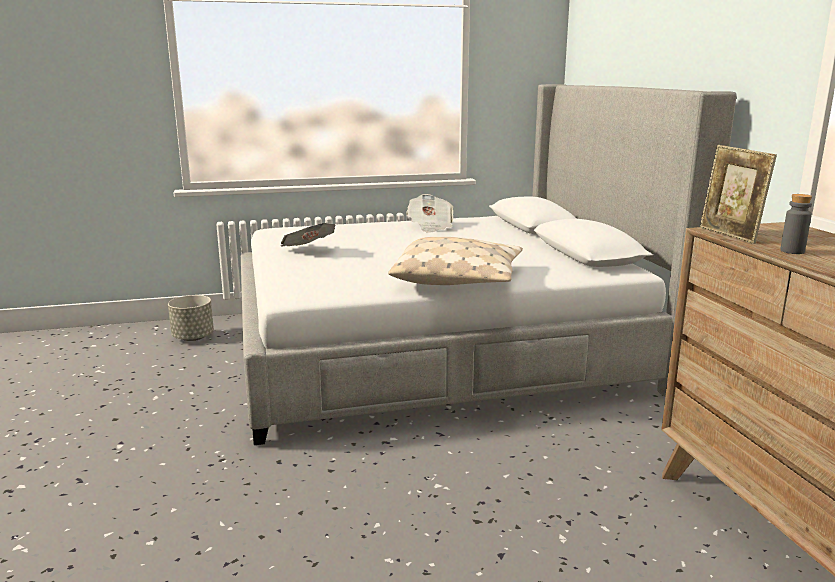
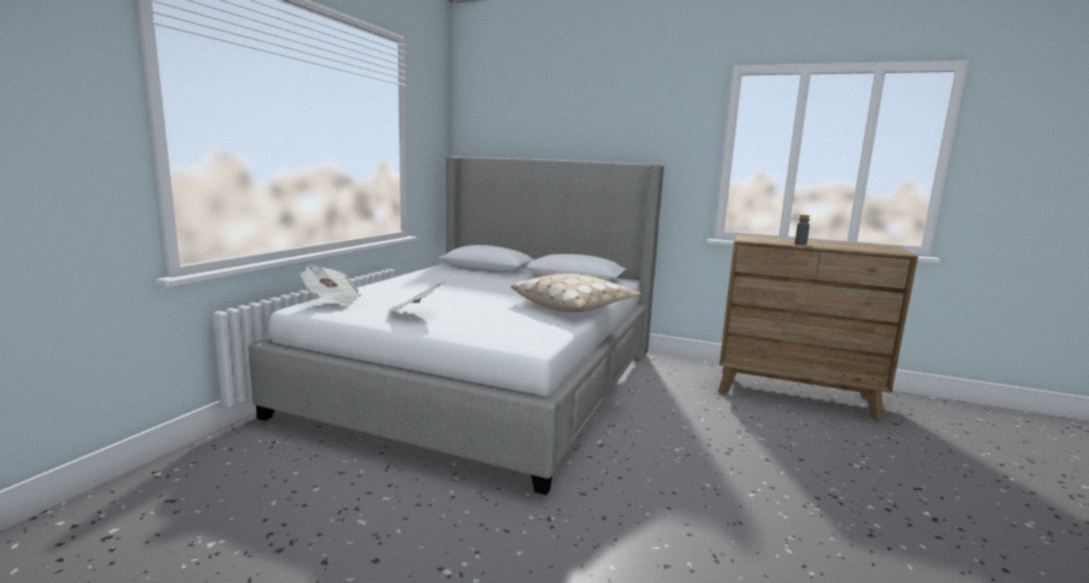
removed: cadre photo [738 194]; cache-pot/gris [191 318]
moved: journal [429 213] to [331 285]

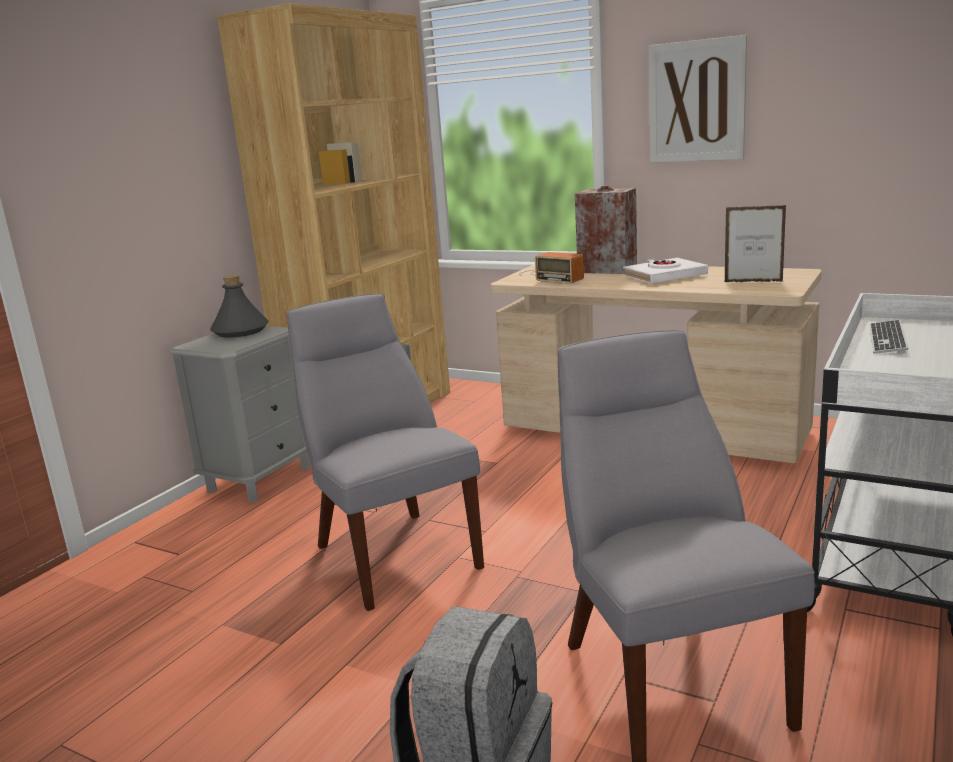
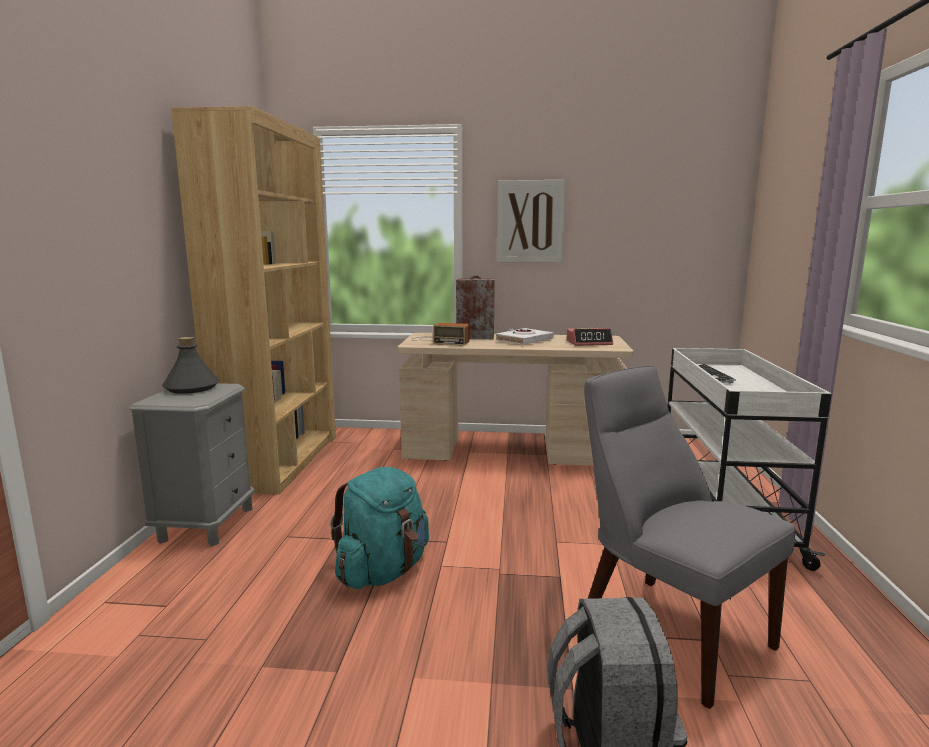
replaced: cadre photo [755 243] to réveil [590 337]; chaise/gris [385 452] to sac à dos/turquoise [379 528]

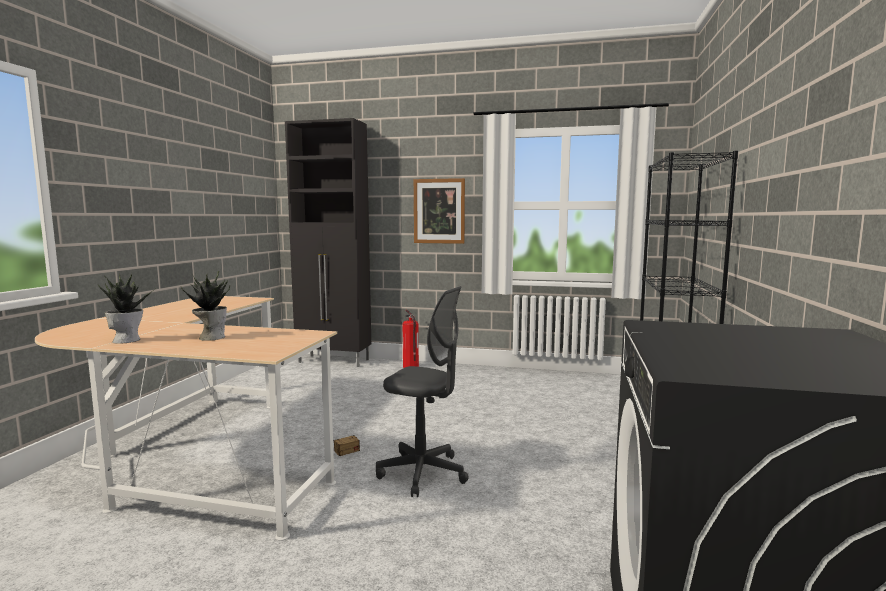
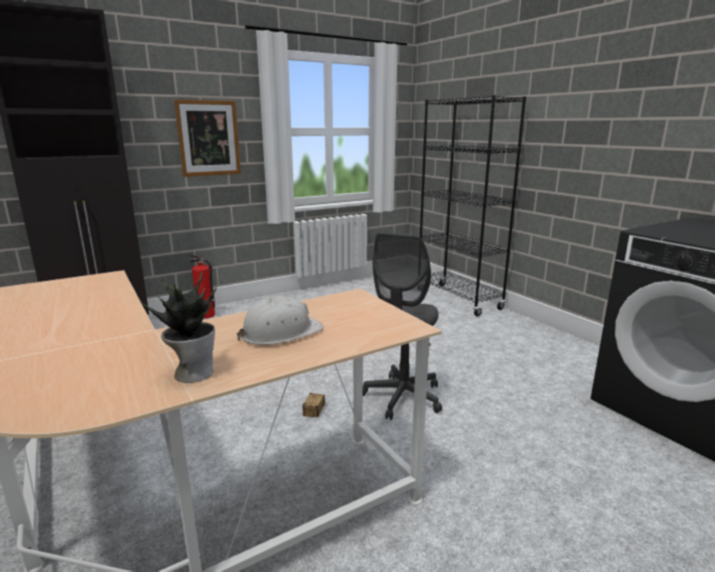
replaced: plante en pot [205 306] to casque de chantier/blanc [280 320]
turned: chaise de bureau/gris [422 391] = [402 326] 135 degrees clockwise

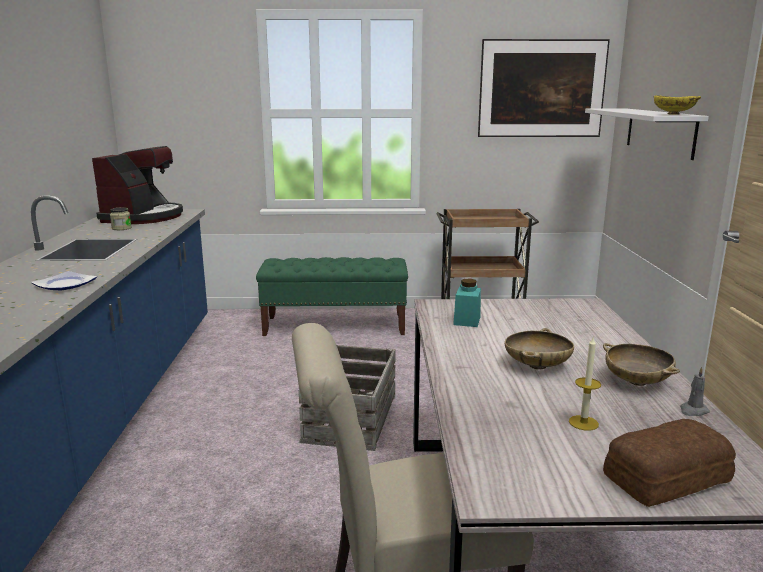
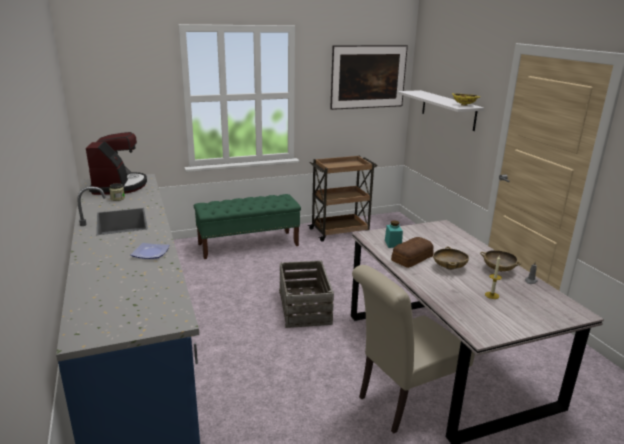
moved: pain [669 463] to [412 252]

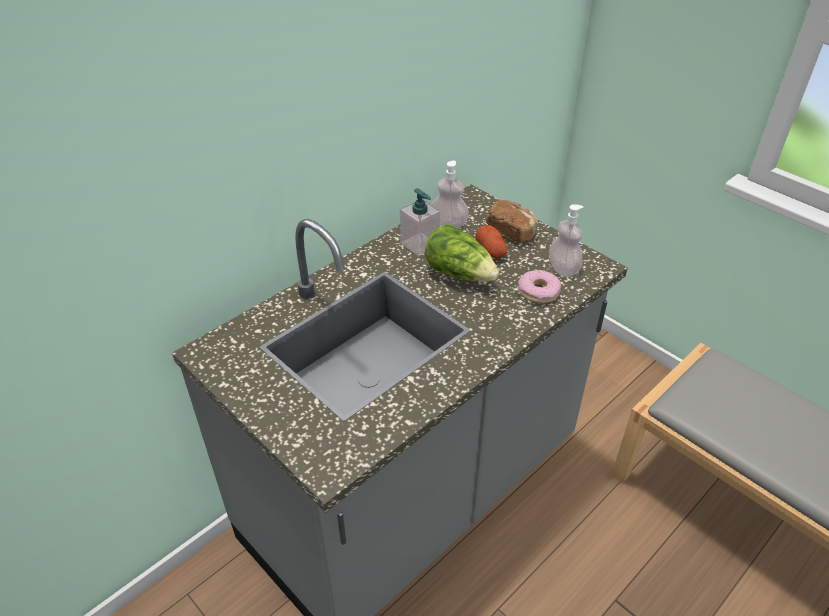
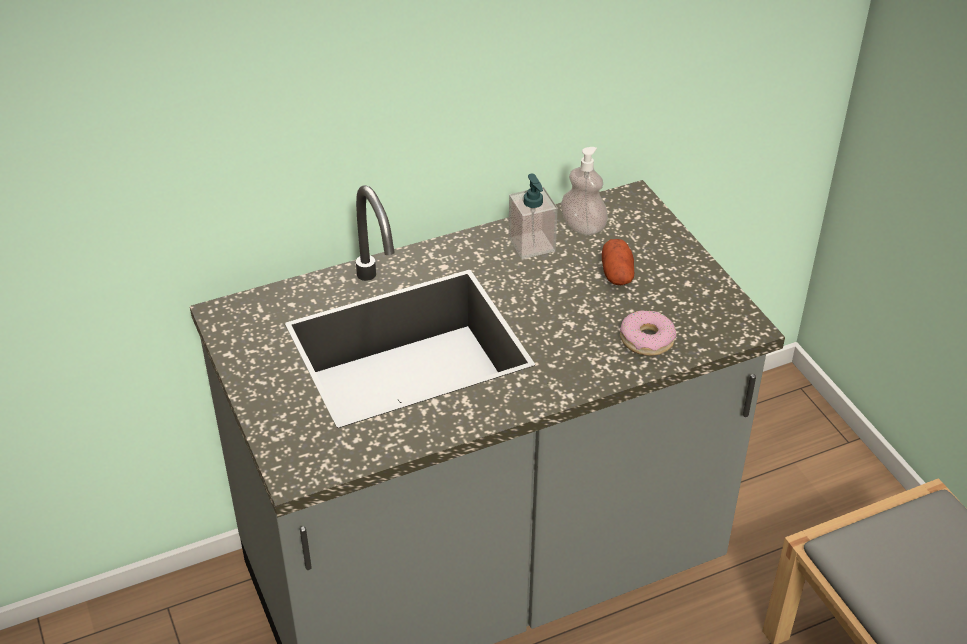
removed: pain [512 221]; distributeur de savon [566 240]; laitue [462 252]

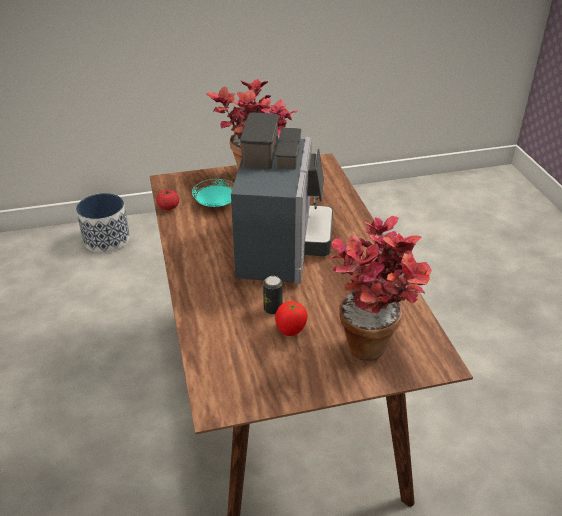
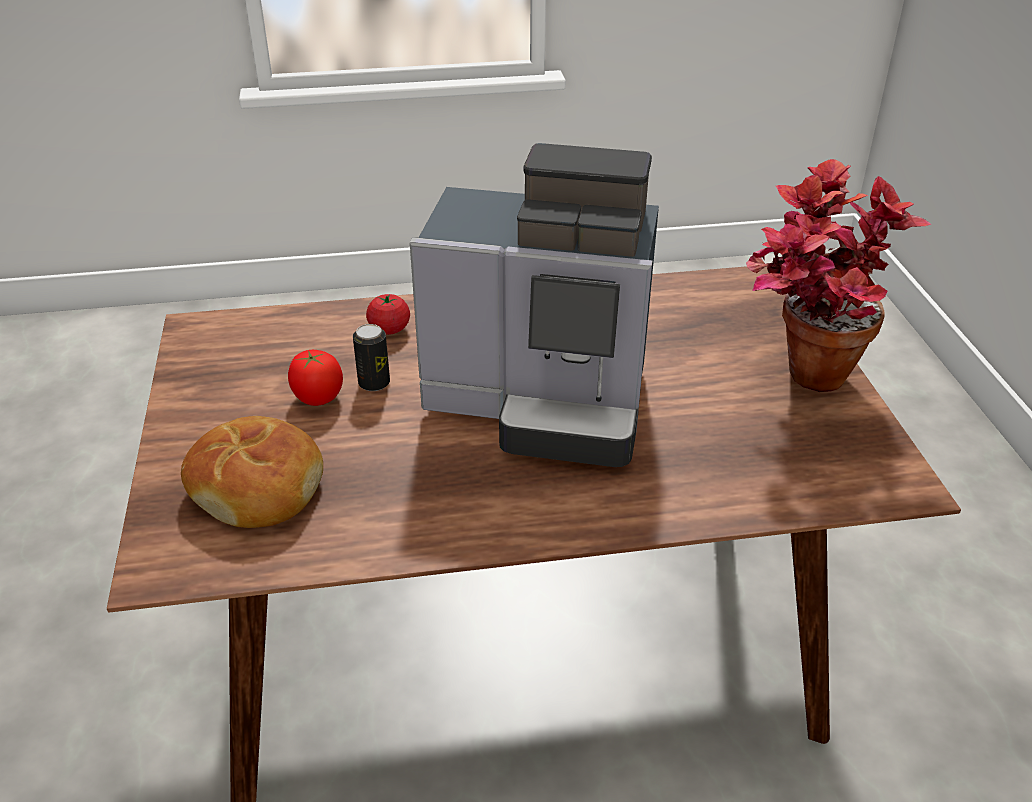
removed: assiette/turquoise [213 193]; cache-pot [103 223]
moved: tomate [167 199] to [388 314]
replaced: plante en pot [381 288] to pain [252 472]

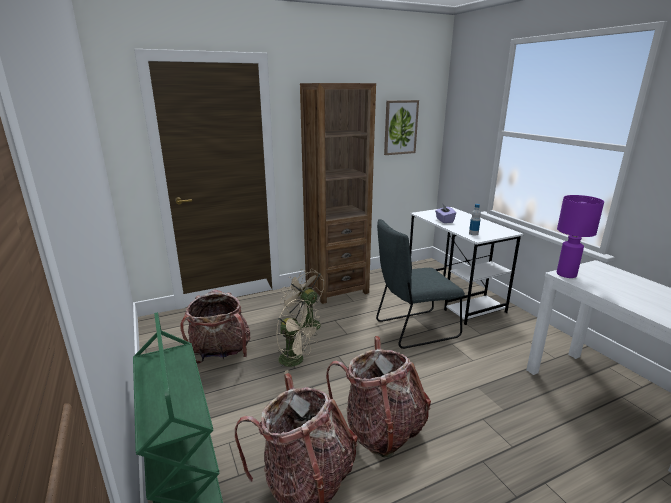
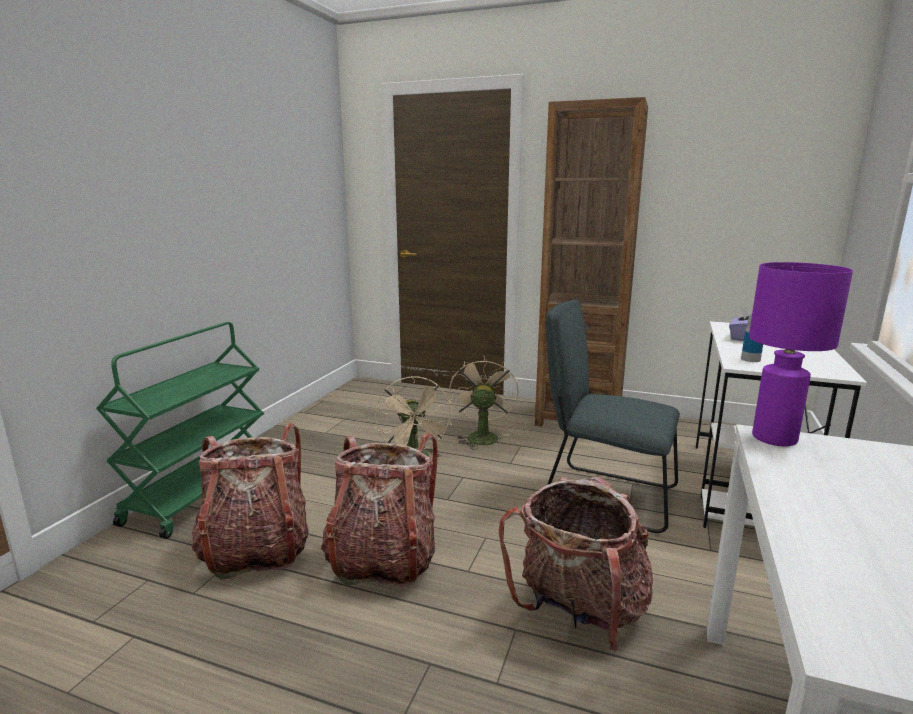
removed: tableau [401 127]
moved: sac à dos [215 326] to [576 565]

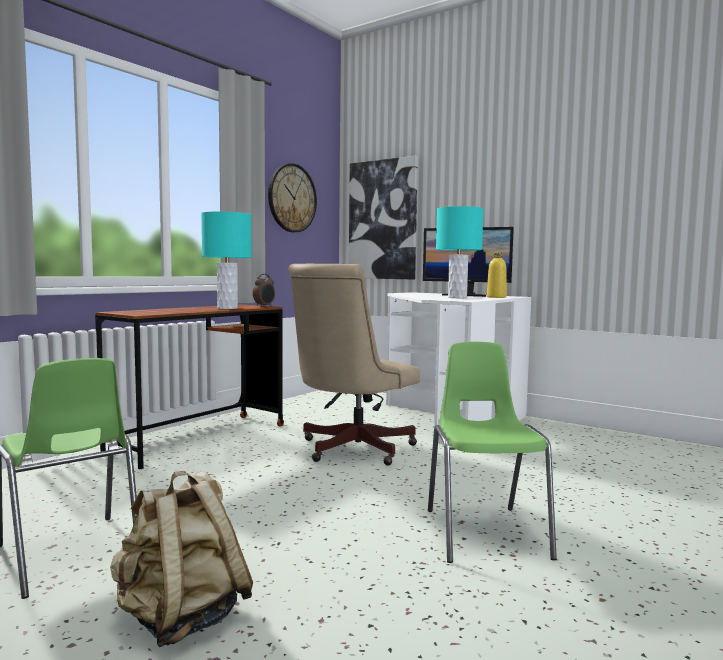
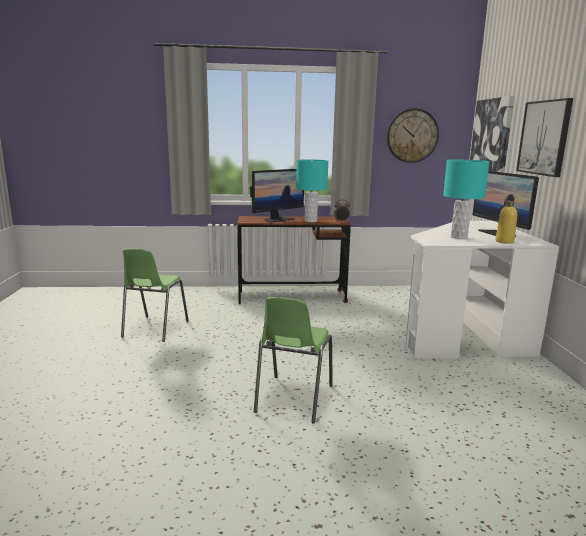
removed: chaise de bureau/beige [354 365]; sac à dos/beige [181 559]
added: tableau [544 137]; écran d'ordinateur [277 196]
turned: chaise/vert [492 452] = [293 360] 150 degrees clockwise

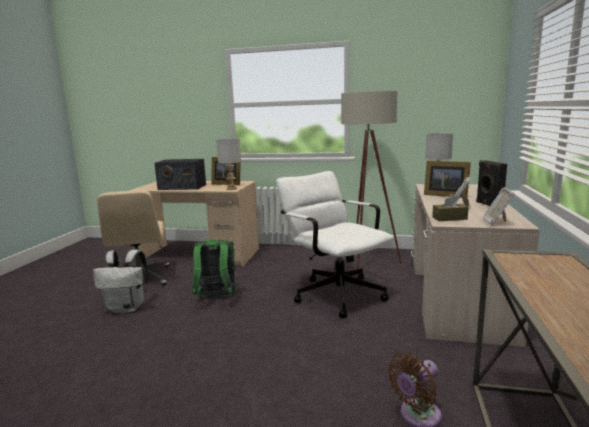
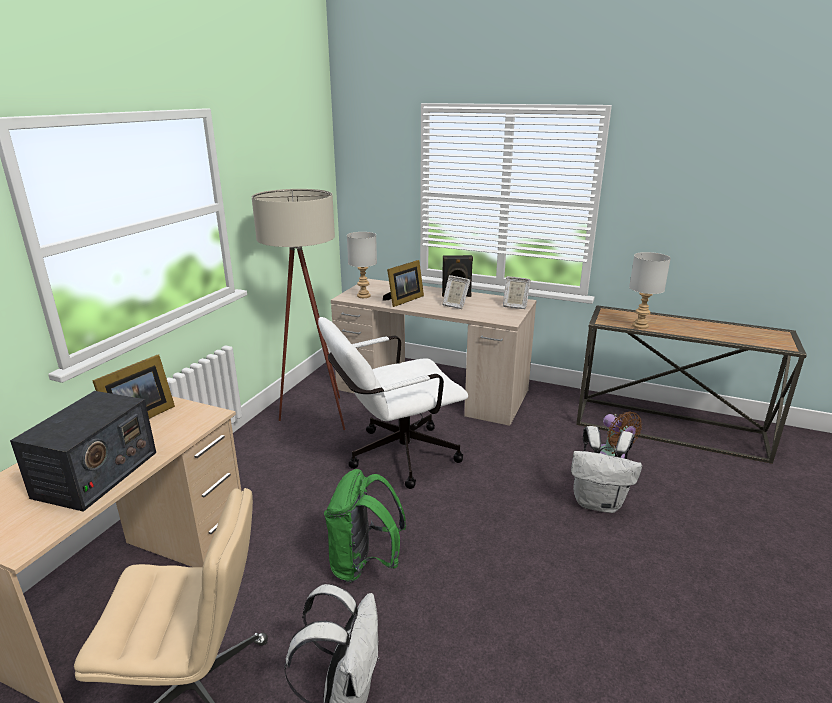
removed: boîte à mouchoirs/marron [450 207]
added: sac à dos/blanc [606 469]
moved: lampe de table/gris [228 164] to [650 290]

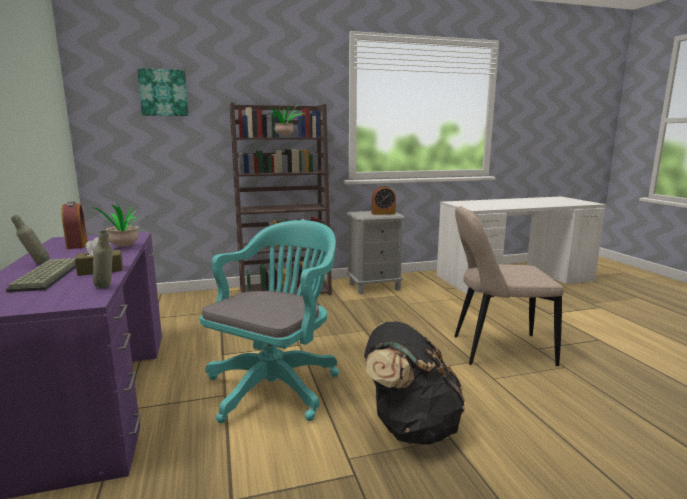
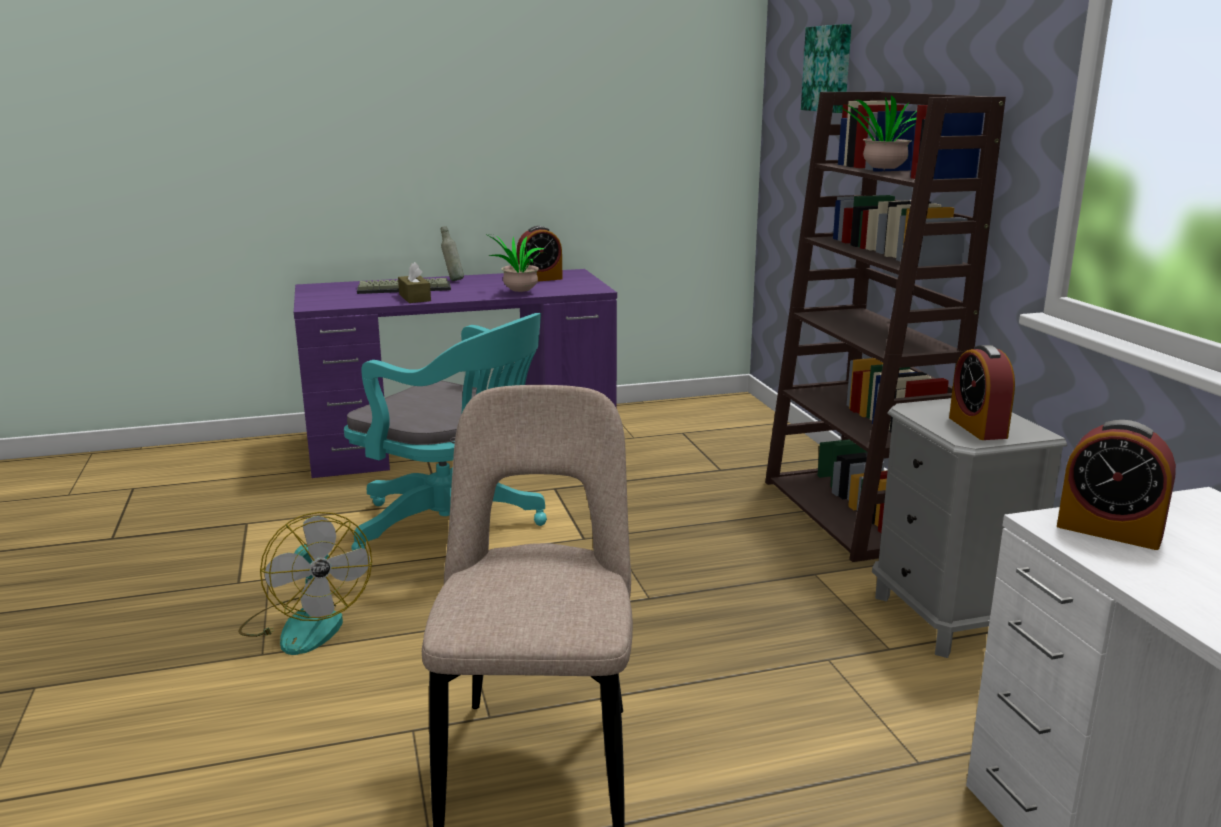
removed: bouteille/gris [103 259]
added: réveil [1116 485]
replaced: sac à dos/noir [414 383] to ventilateur [305 583]

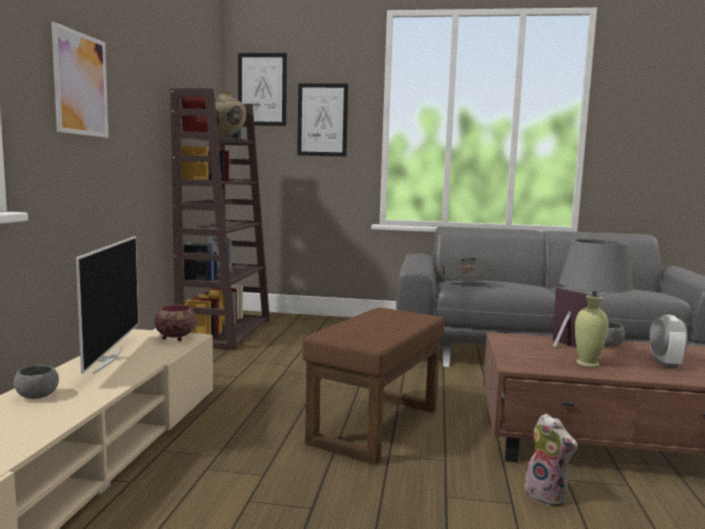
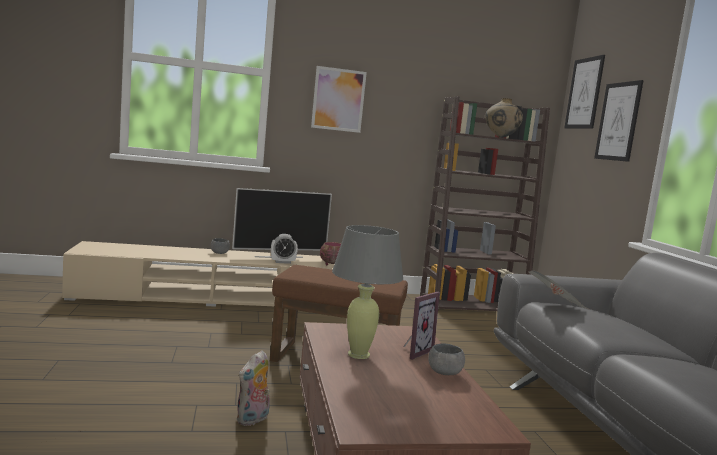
moved: réveil [669 341] to [284 249]

